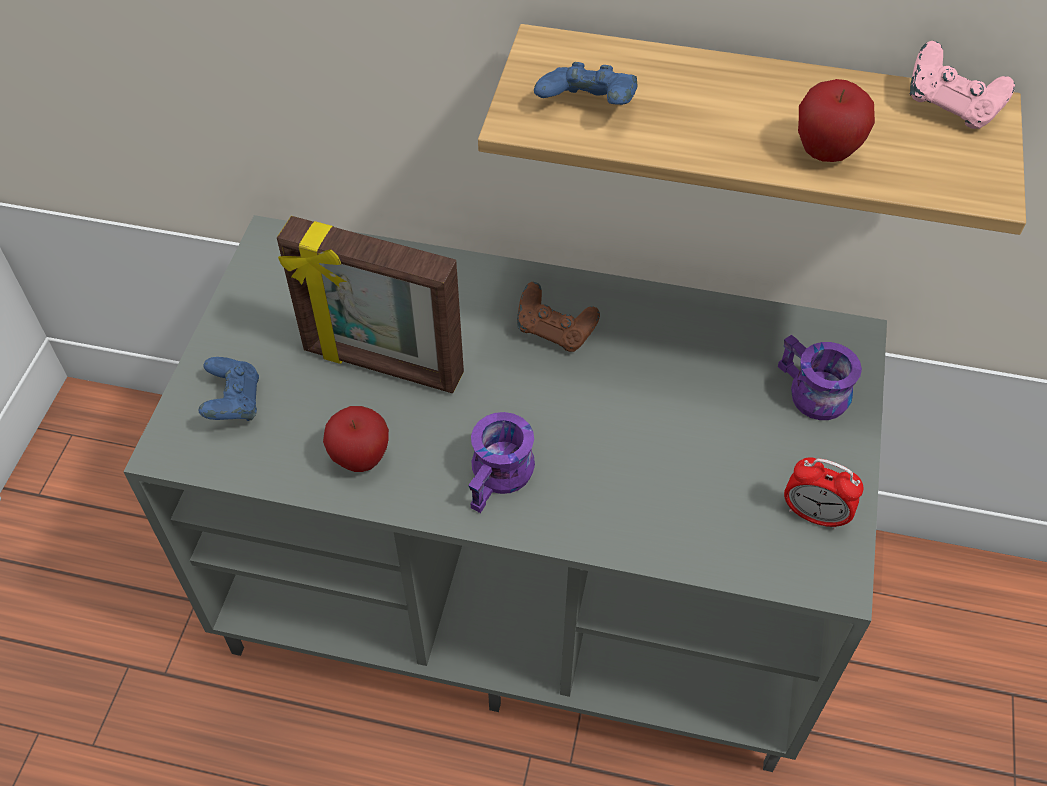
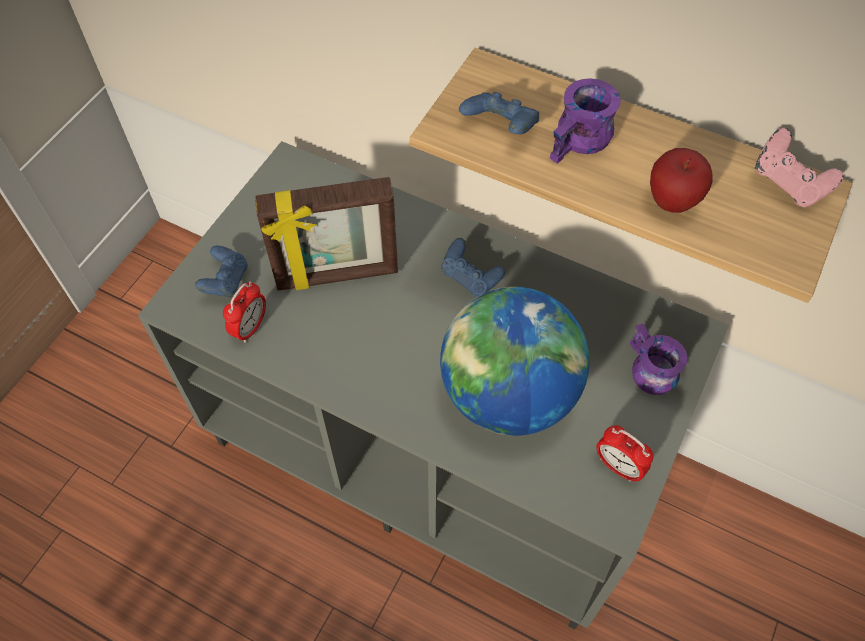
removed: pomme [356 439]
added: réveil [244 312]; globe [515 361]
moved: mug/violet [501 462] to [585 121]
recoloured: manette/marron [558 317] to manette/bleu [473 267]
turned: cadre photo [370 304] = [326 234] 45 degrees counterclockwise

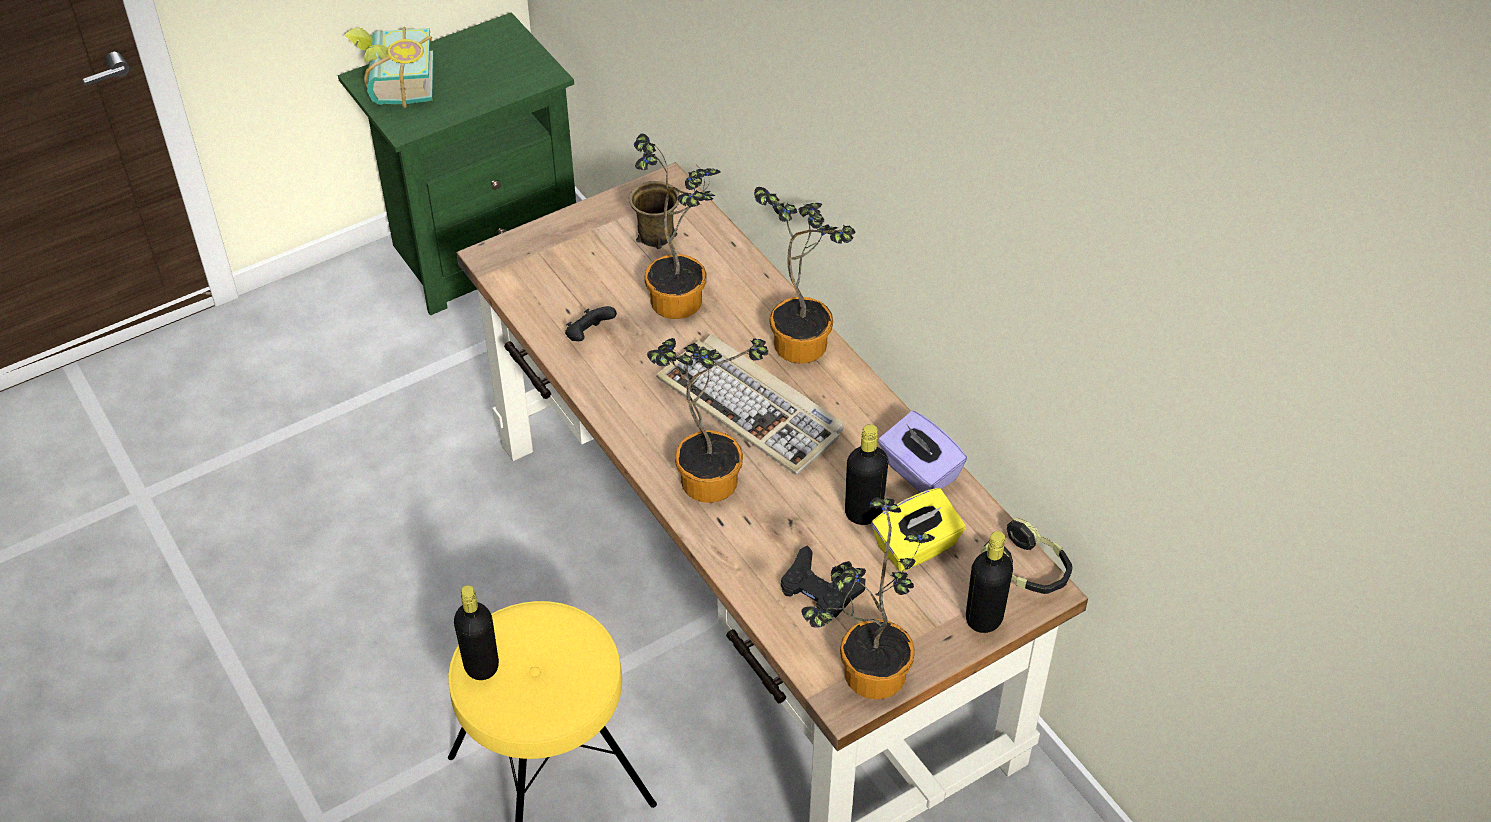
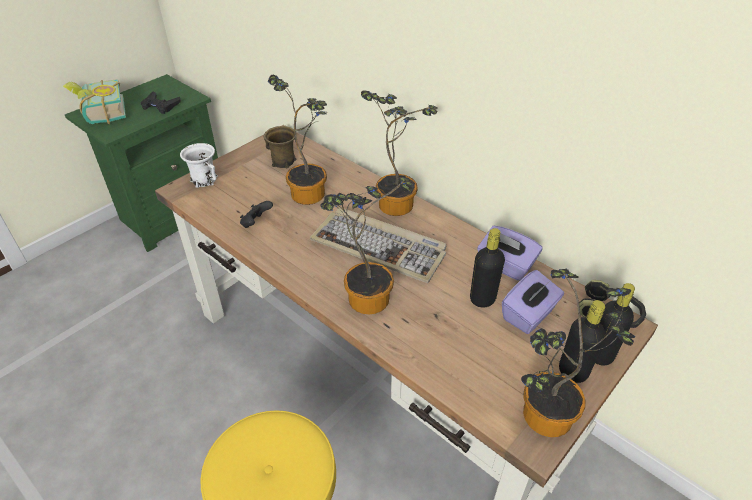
added: mug/blanc [199 165]
moved: manette/noir [823 581] to [161 102]; bouteille/noir [476 632] to [582 341]
recoloured: boîte à mouchoirs/jaune [918 530] to boîte à mouchoirs/violet [533 302]

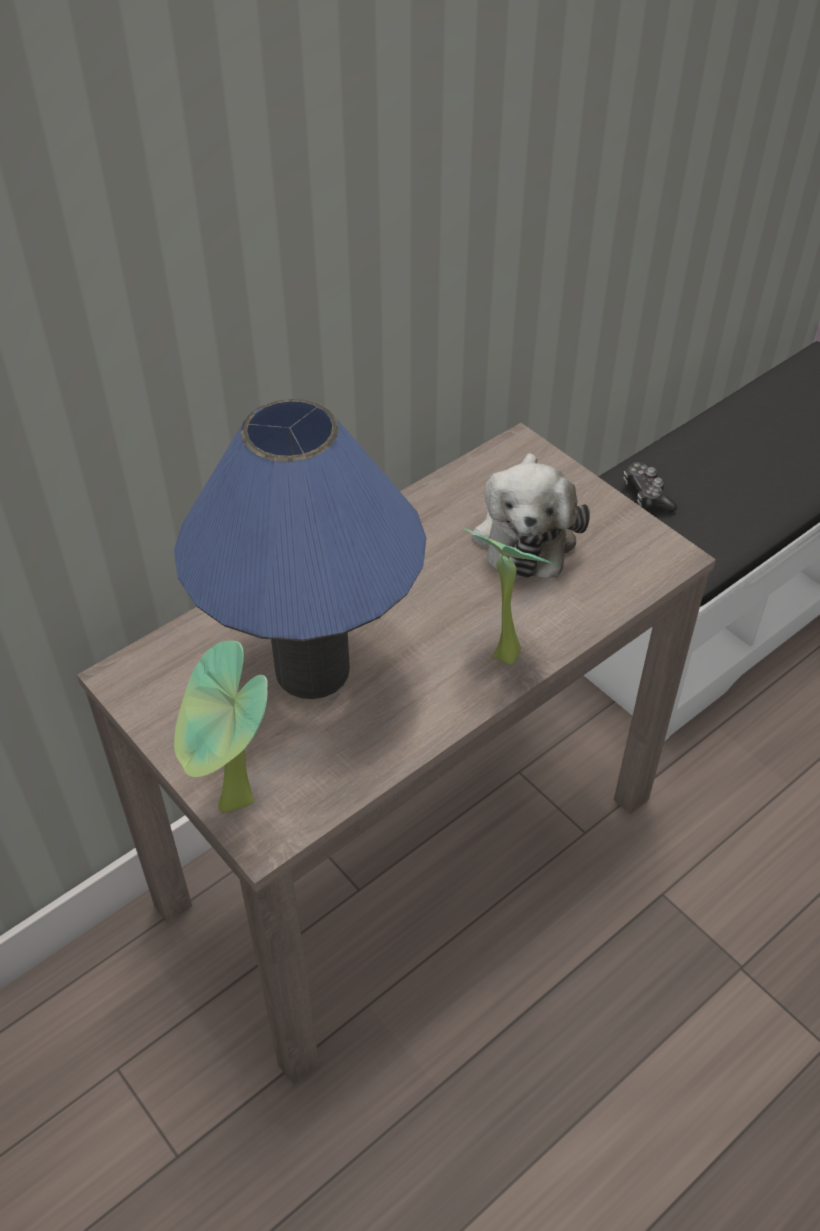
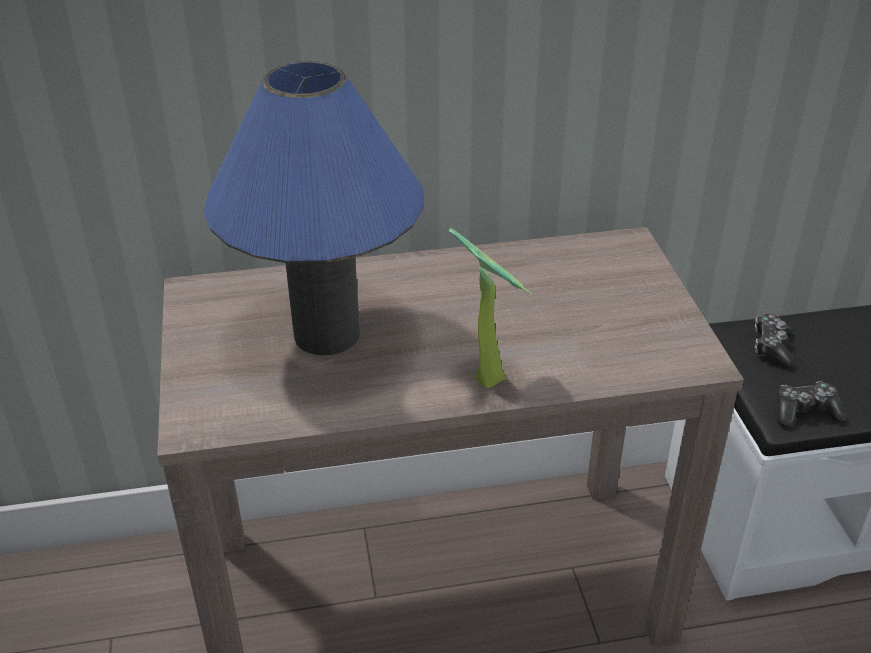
removed: peluche [531 515]; plante en pot [221 726]
added: manette [811 404]

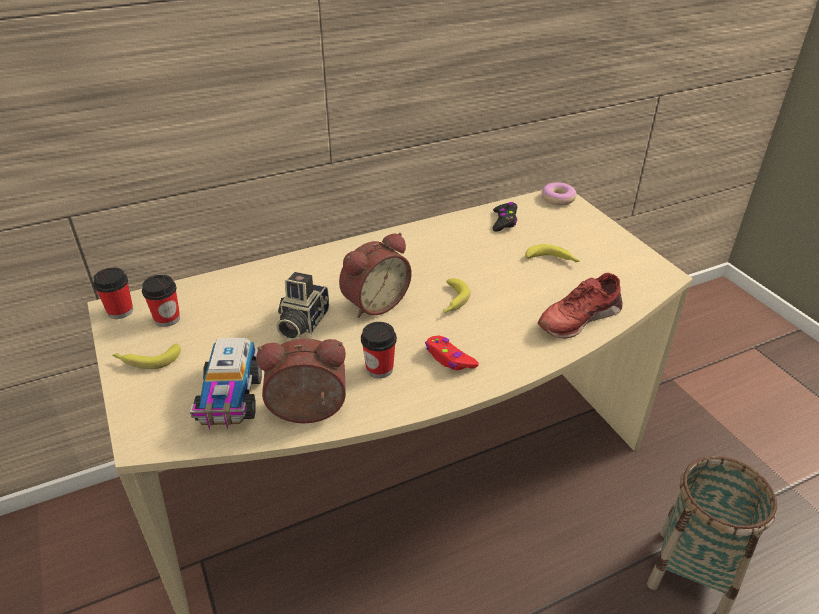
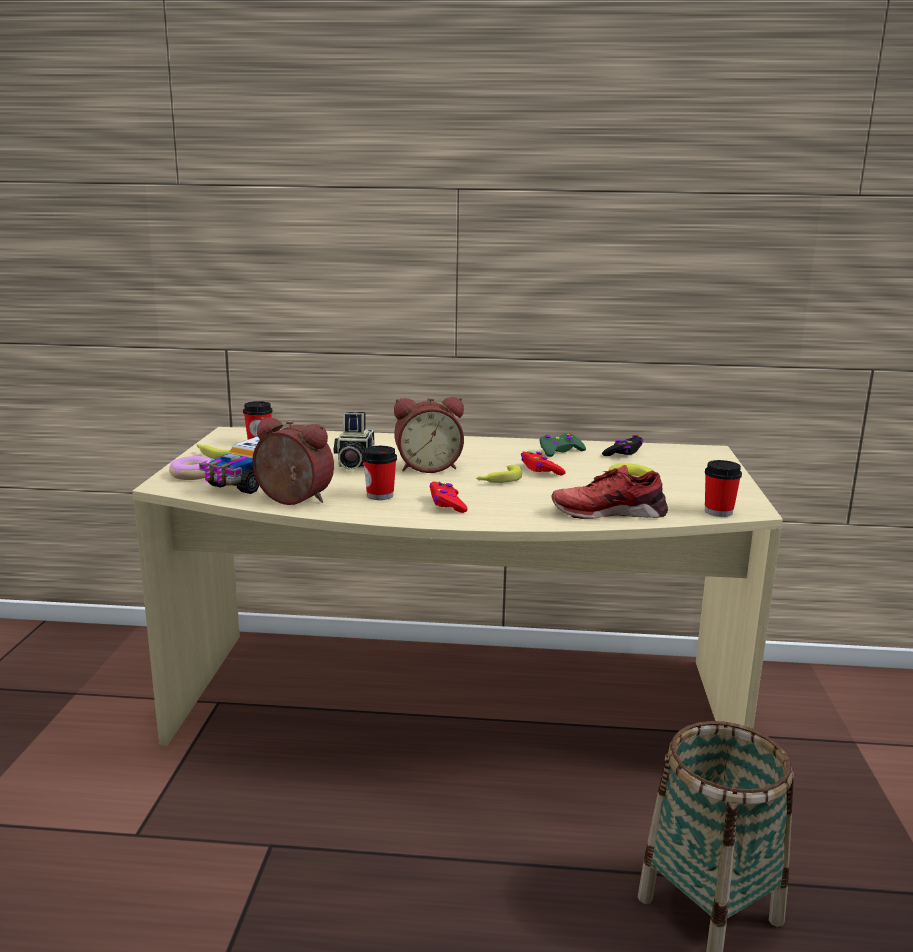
added: manette/vert [562 445]; manette/rouge [543 463]
moved: beignet [558 193] to [190 468]; tasse [113 293] to [723 488]
turned: appareil photo [302 306] = [353 441] 45 degrees counterclockwise

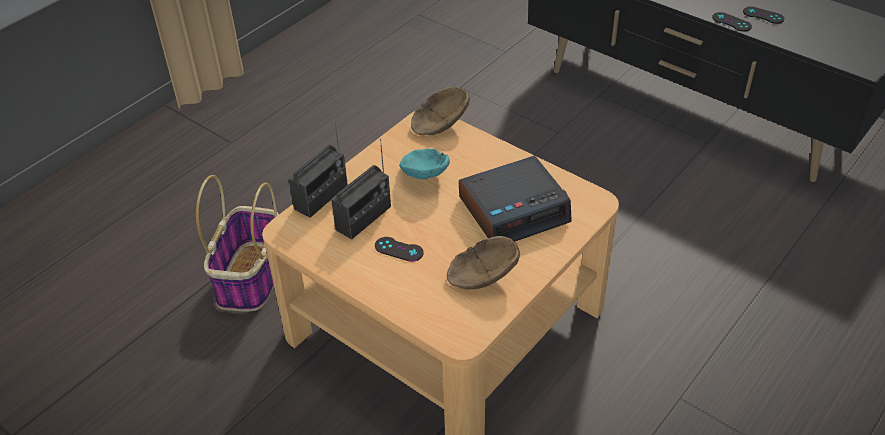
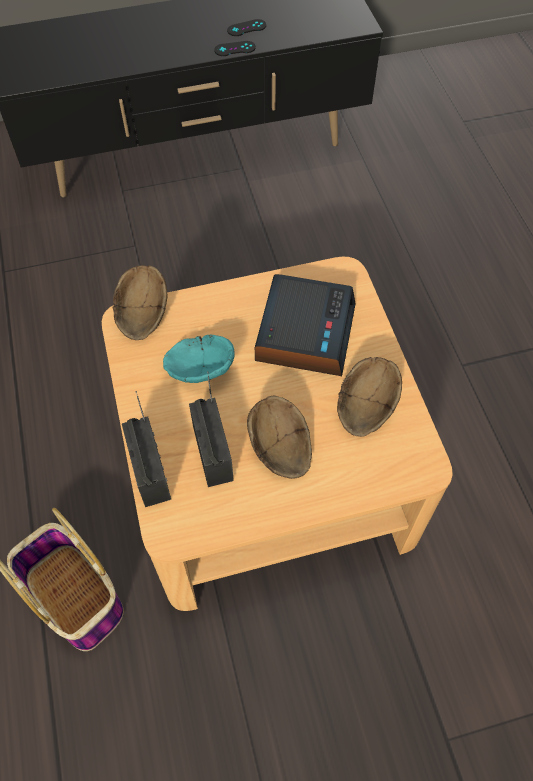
replaced: manette/noir [399 249] to bol/marron [279 437]

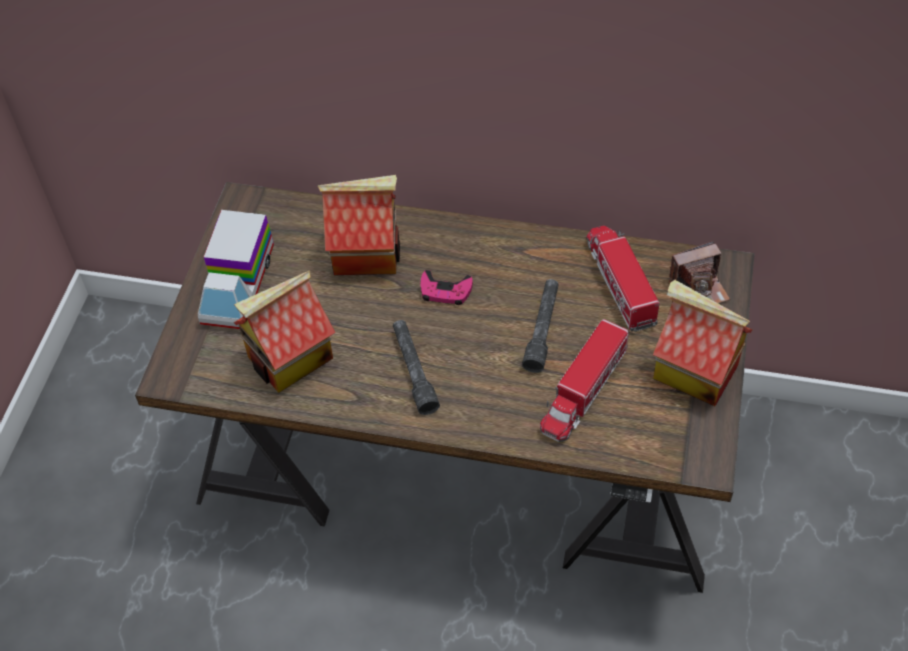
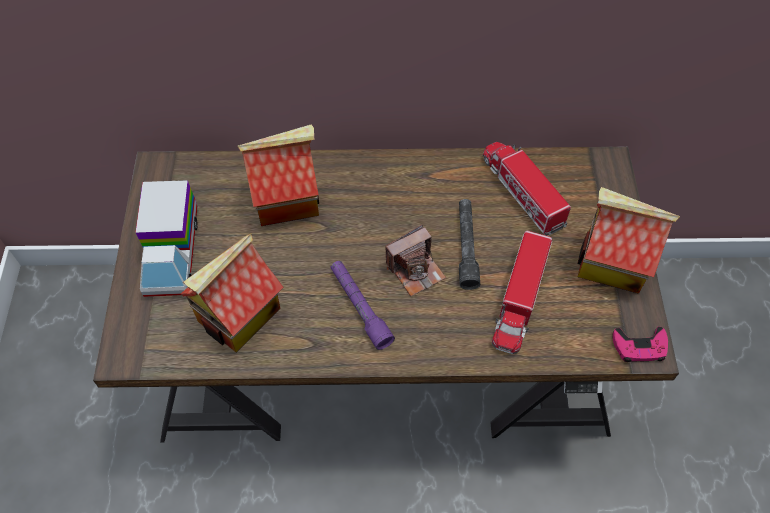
moved: appareil photo [699 272] to [416 260]; manette/rose [446 287] to [640 344]
recoloured: lampe de poche/gris [416 367] to lampe de poche/violet [363 305]

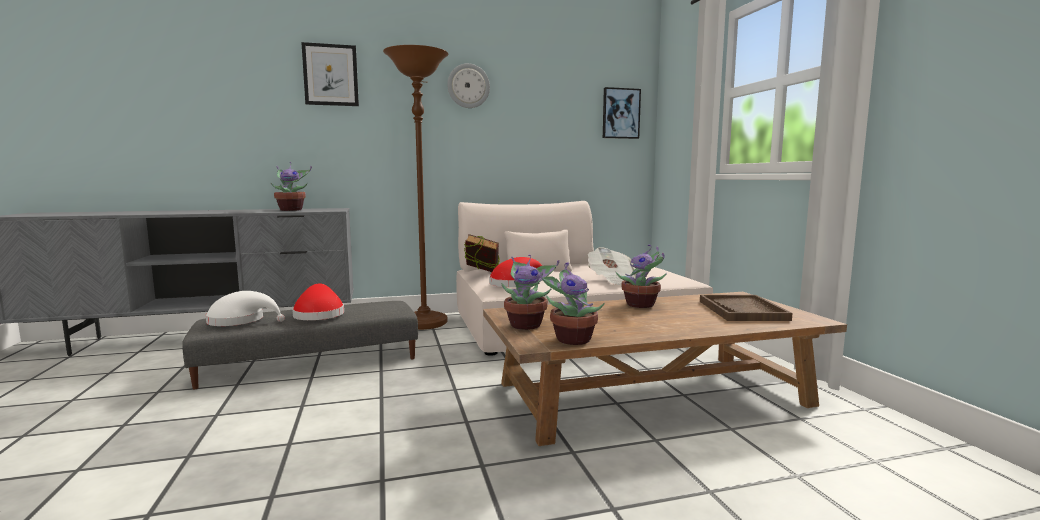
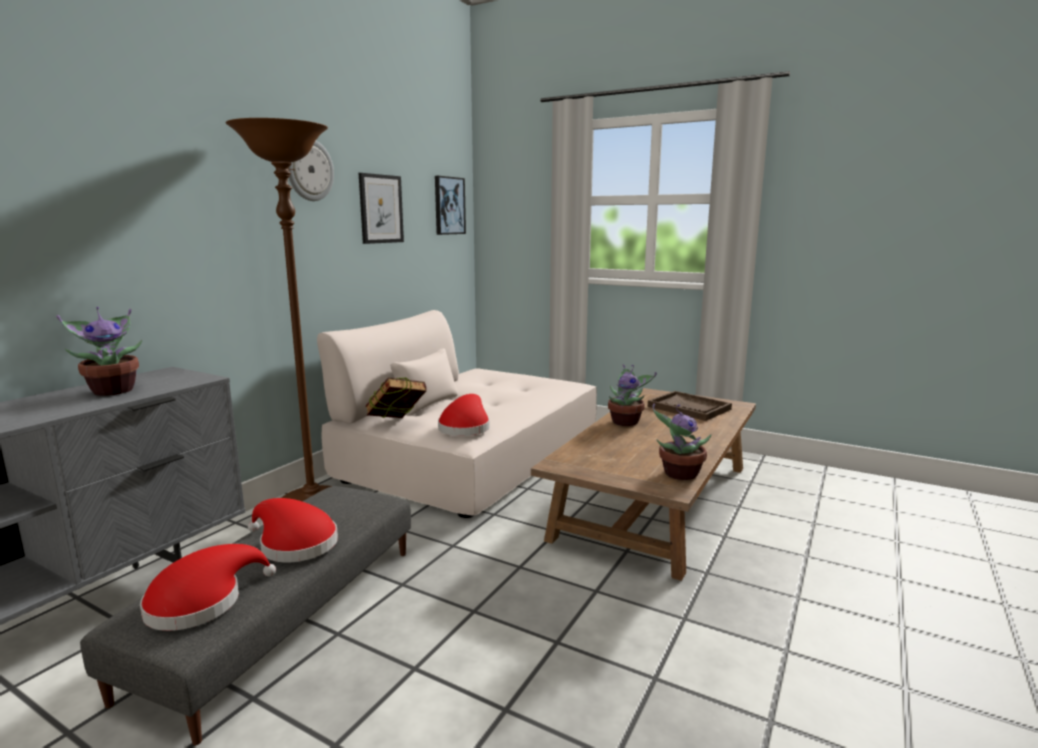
removed: journal [612 266]; plante en pot [530 292]
moved: tableau [330 74] to [381 208]
recoloured: chapeau/blanc [245 308] to chapeau/rouge [208 587]

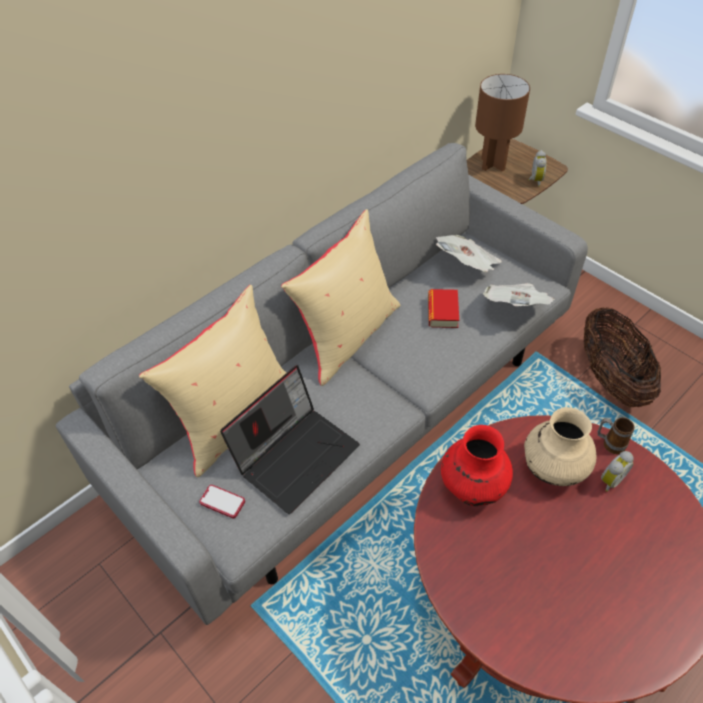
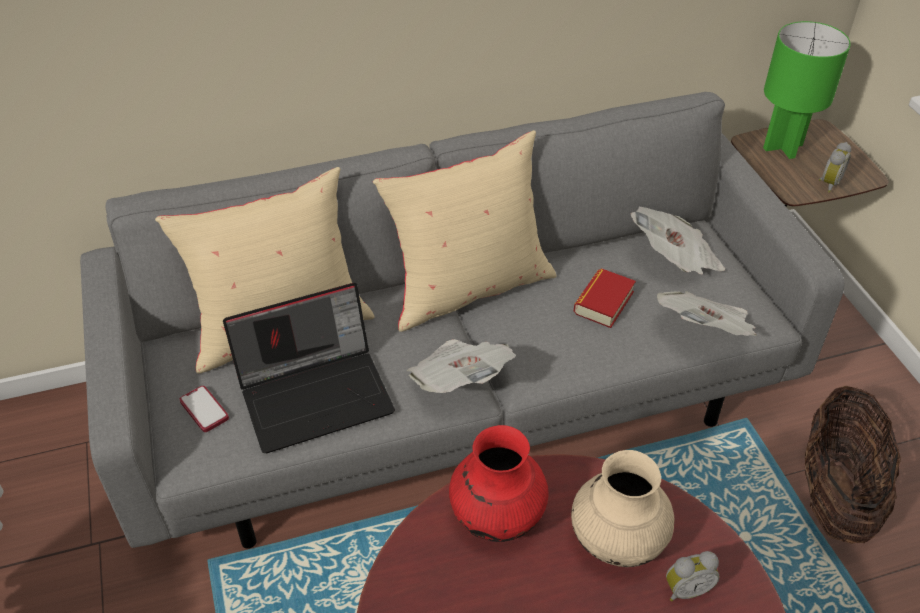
removed: mug [615 435]
added: journal [461 366]
recoloured: lampe de table/marron [502 122] to lampe de table/vert [807 90]

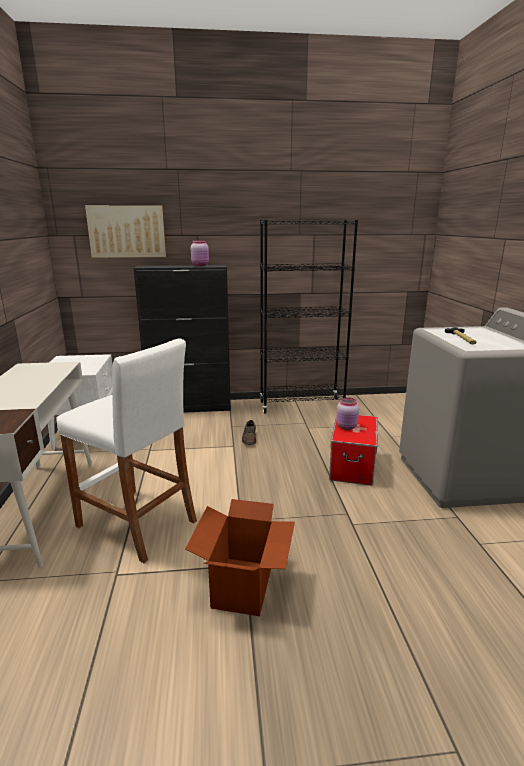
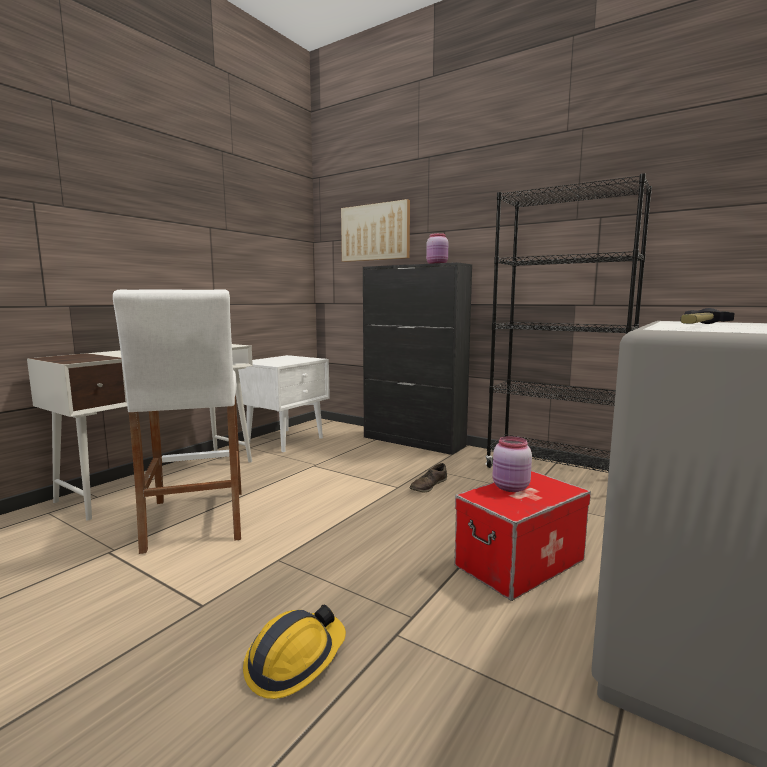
removed: carton [240 557]
added: casque de chantier [294 652]

